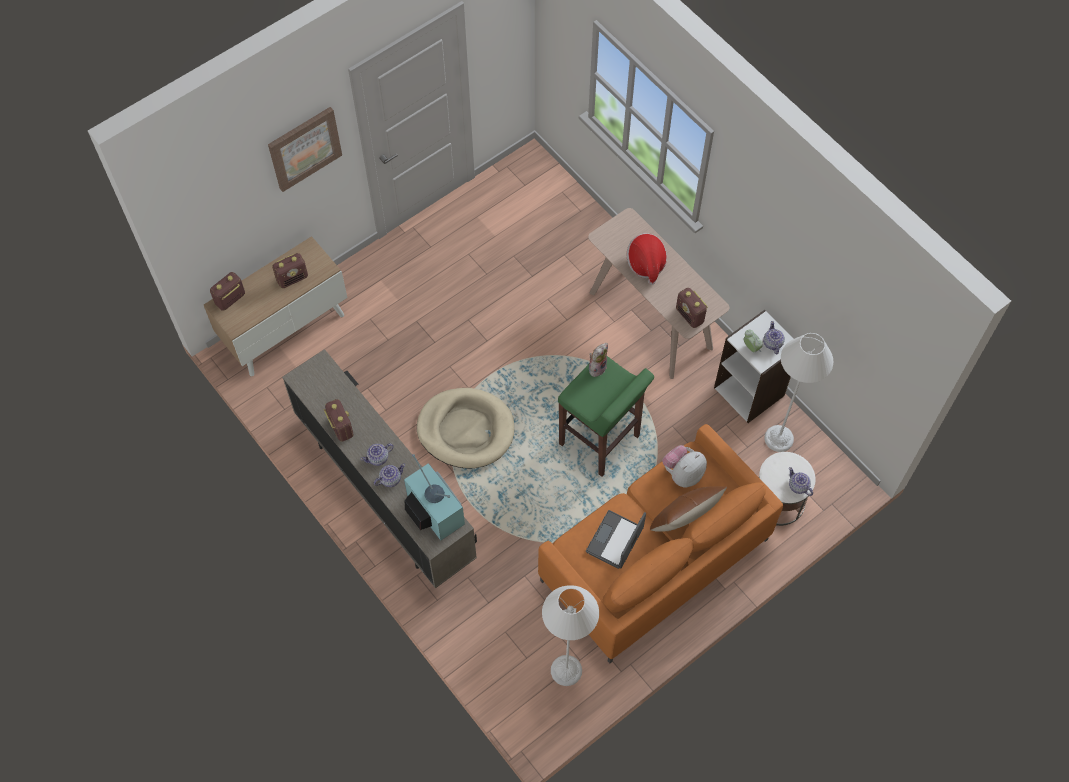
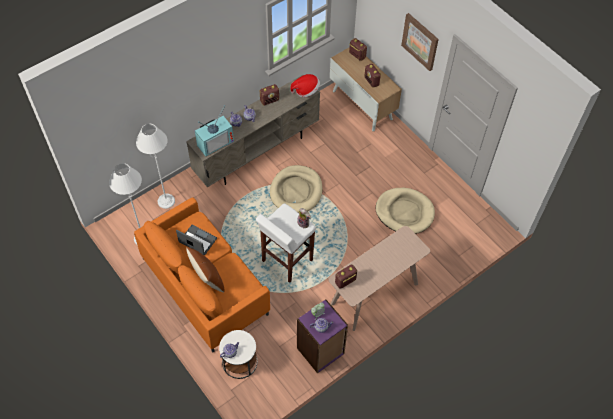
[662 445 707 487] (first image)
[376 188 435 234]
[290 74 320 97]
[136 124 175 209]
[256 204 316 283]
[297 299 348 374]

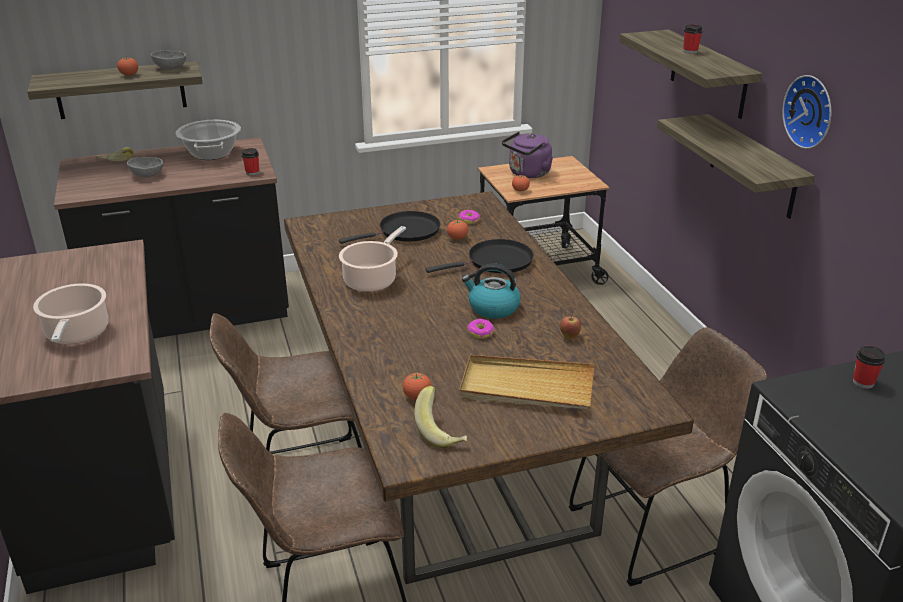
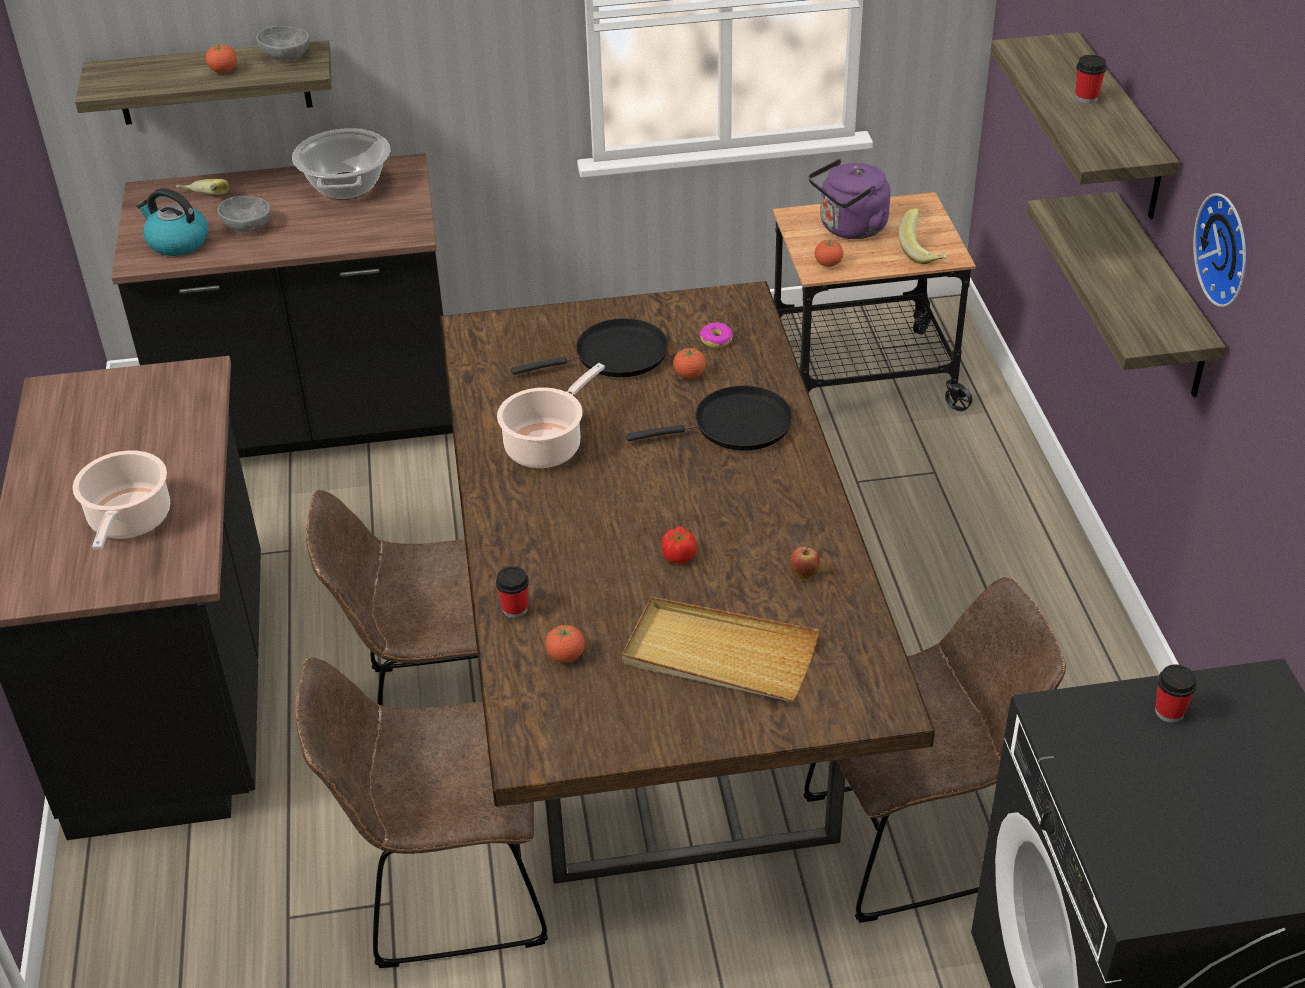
[496 566 529 618]
[899 208 947 264]
[136 188 208 256]
[662 526 697 564]

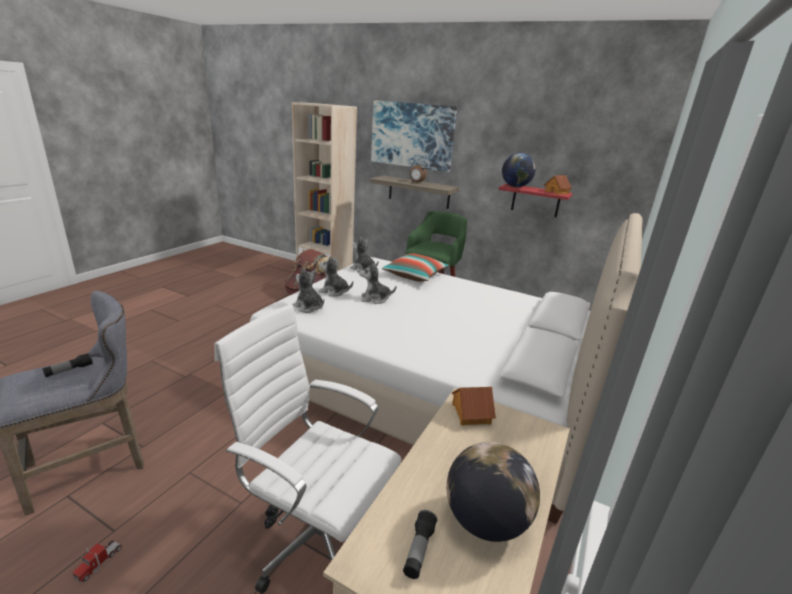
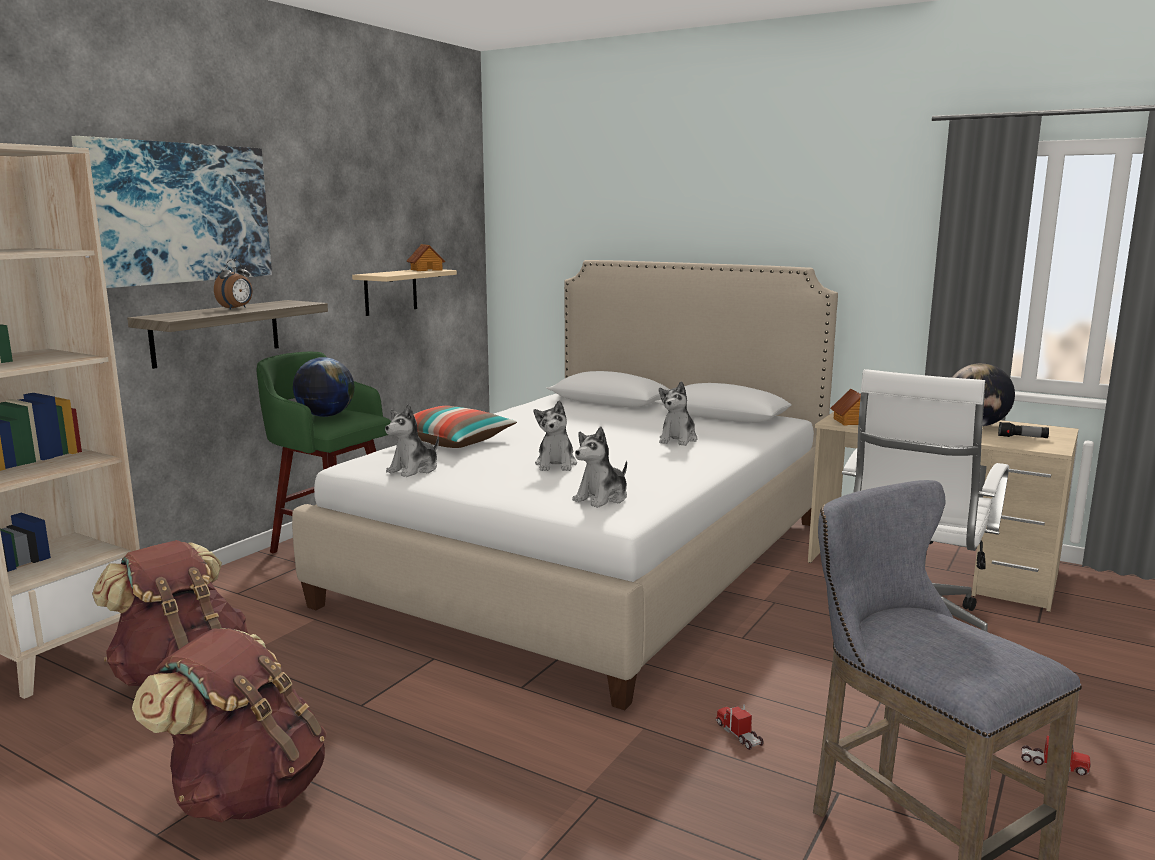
[42 353 93 377] (first image)
[132 628 327 823]
[716 704 764 750]
[659 381 697 446]
[293 357 354 417]
[352 269 457 316]

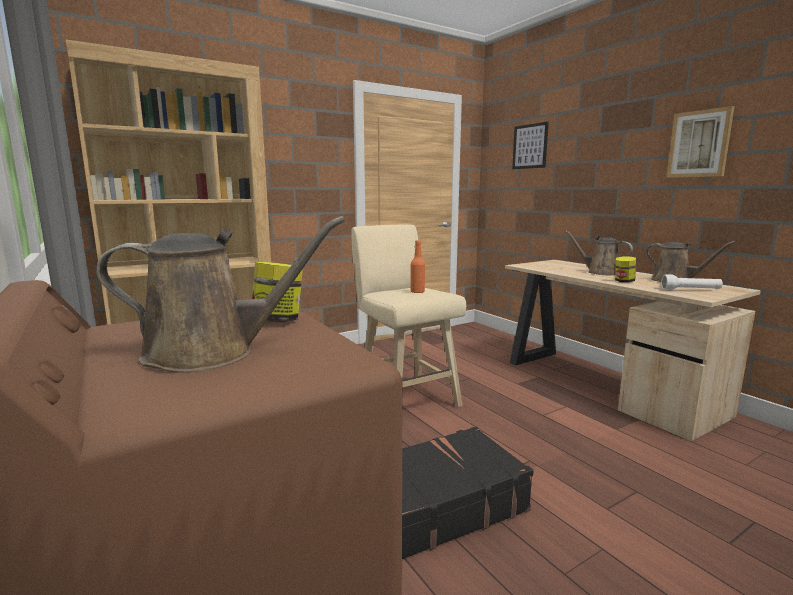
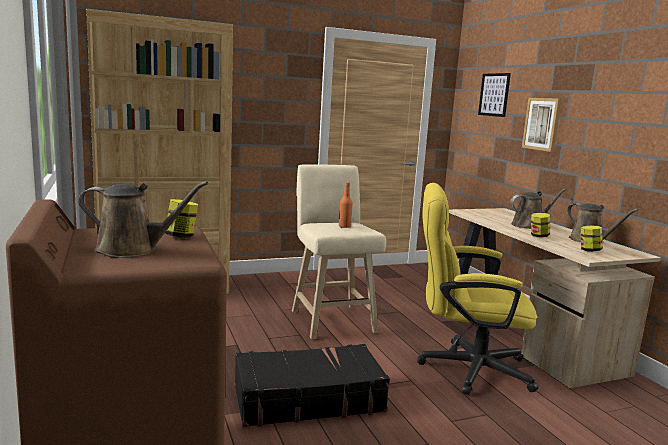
[417 183 539 395]
[522 98 562 152]
[581 226 603 251]
[510 189 567 229]

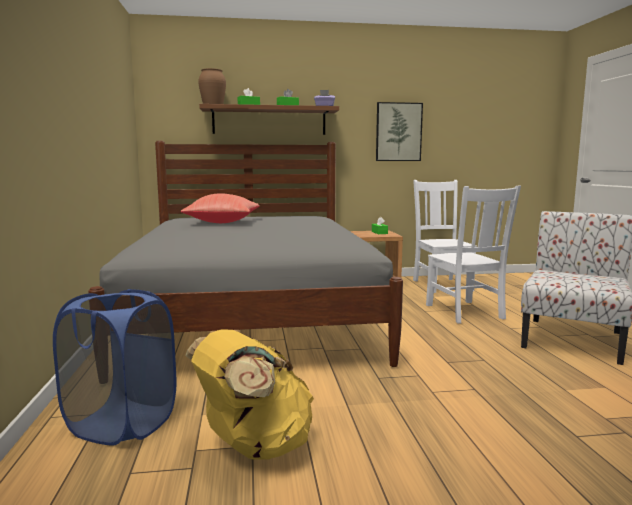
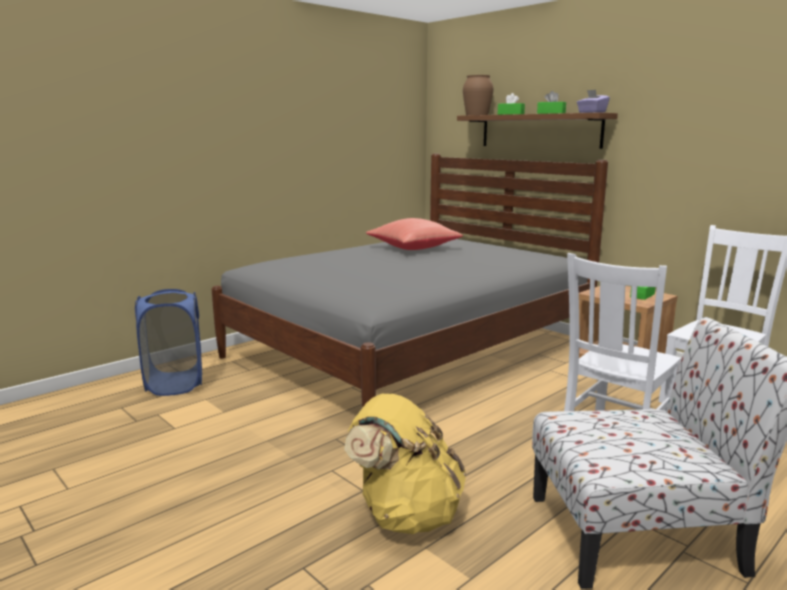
[376 102 423 161] (first image)
[344 394 466 534]

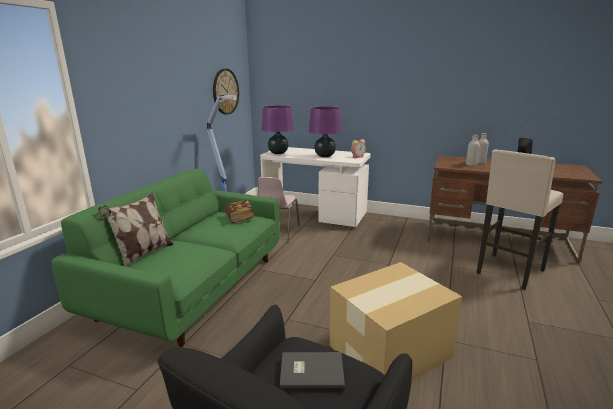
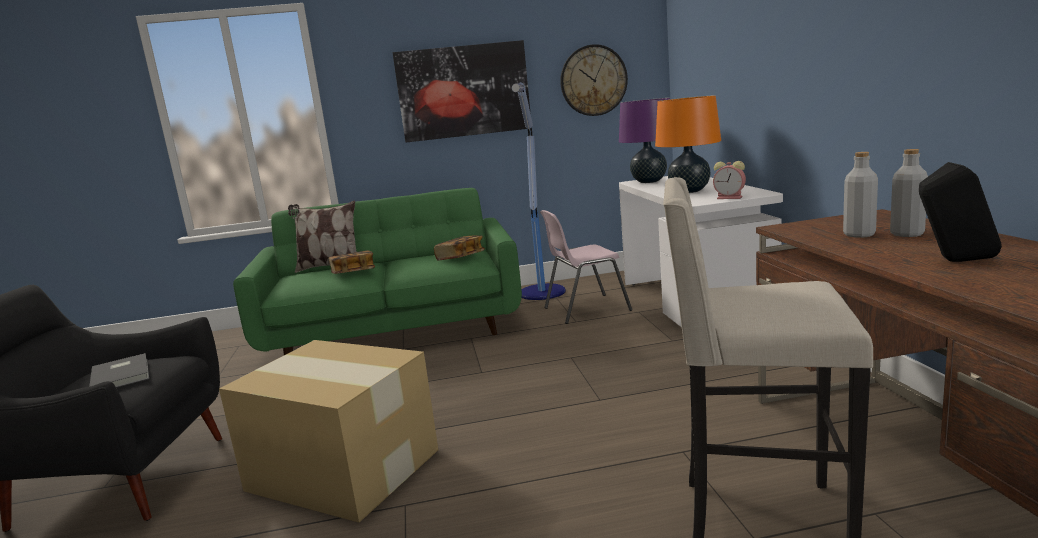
[328 250 375 274]
[393 40 531 142]
[655 95 721 193]

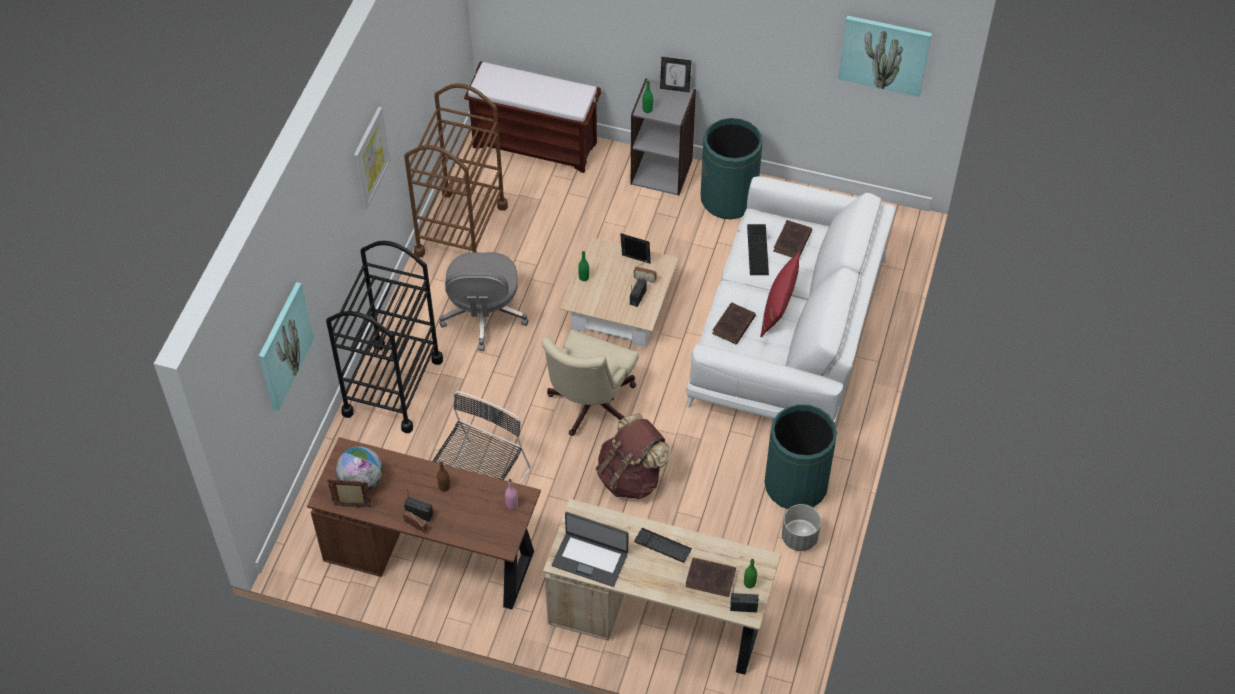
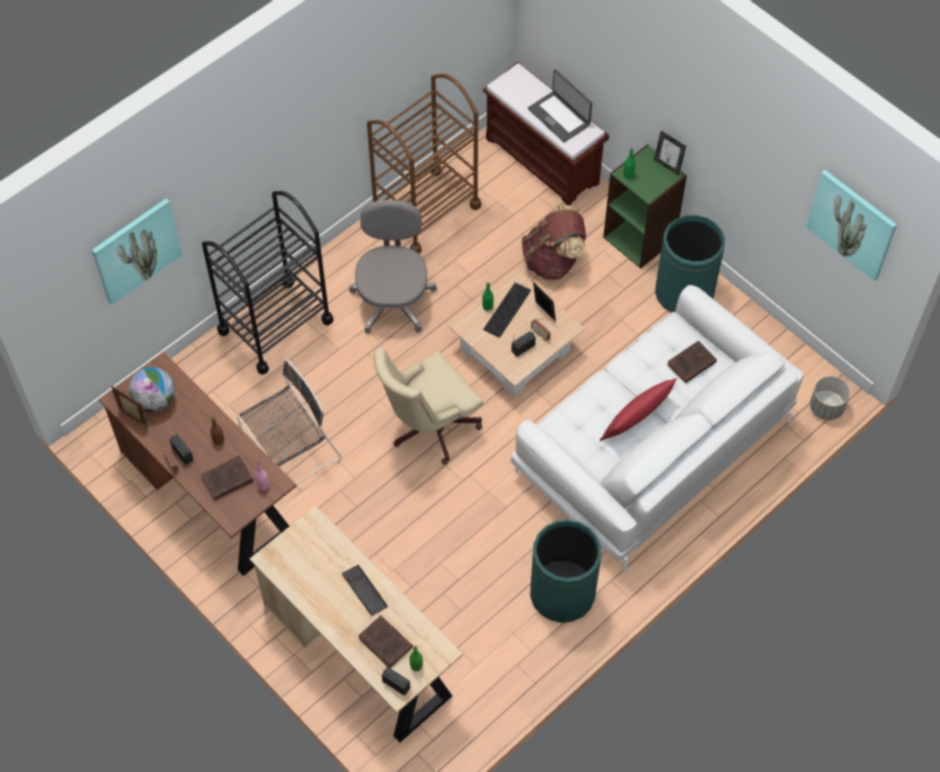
[354 107 390 210] (first image)
[528 69 592 142]
[522 205 586 280]
[201 455 253 500]
[483 282 531 338]
[810 376 850 420]
[603 144 687 269]
[349 200 437 334]

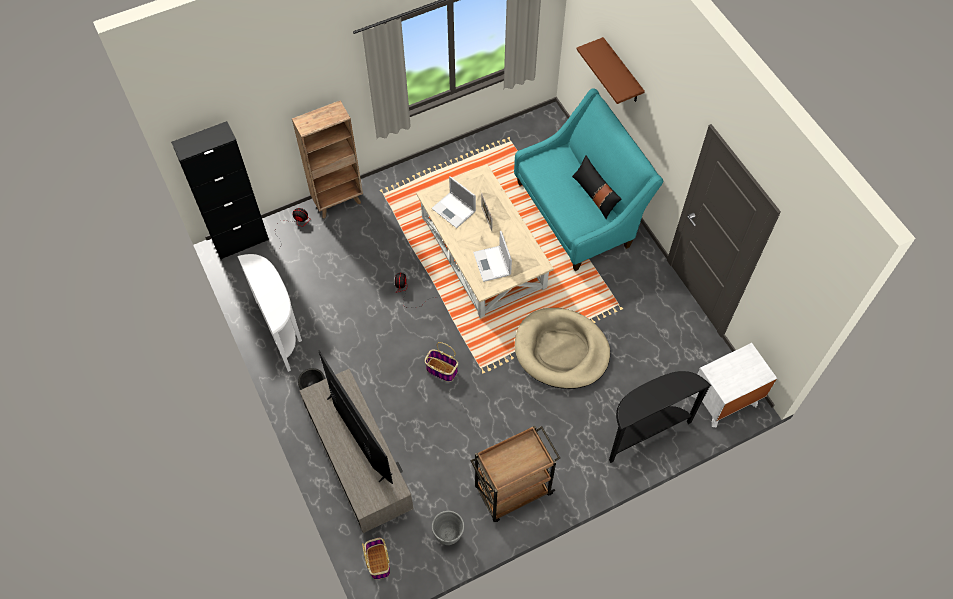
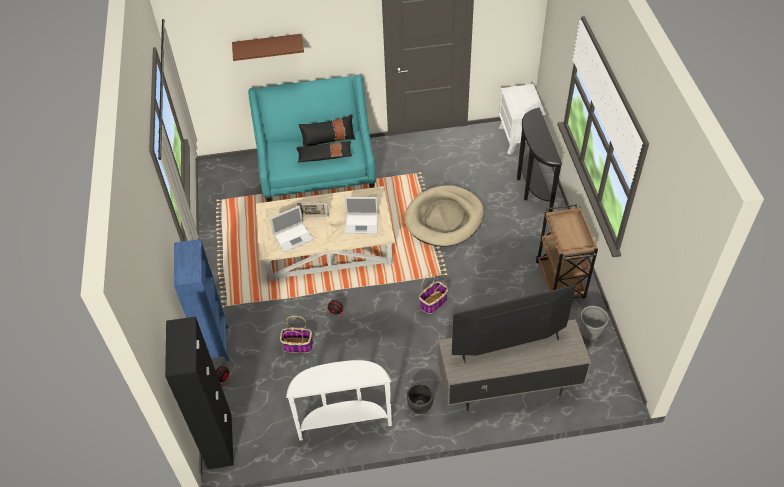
[297 141 352 163]
[280 316 313 353]
[174 239 230 362]

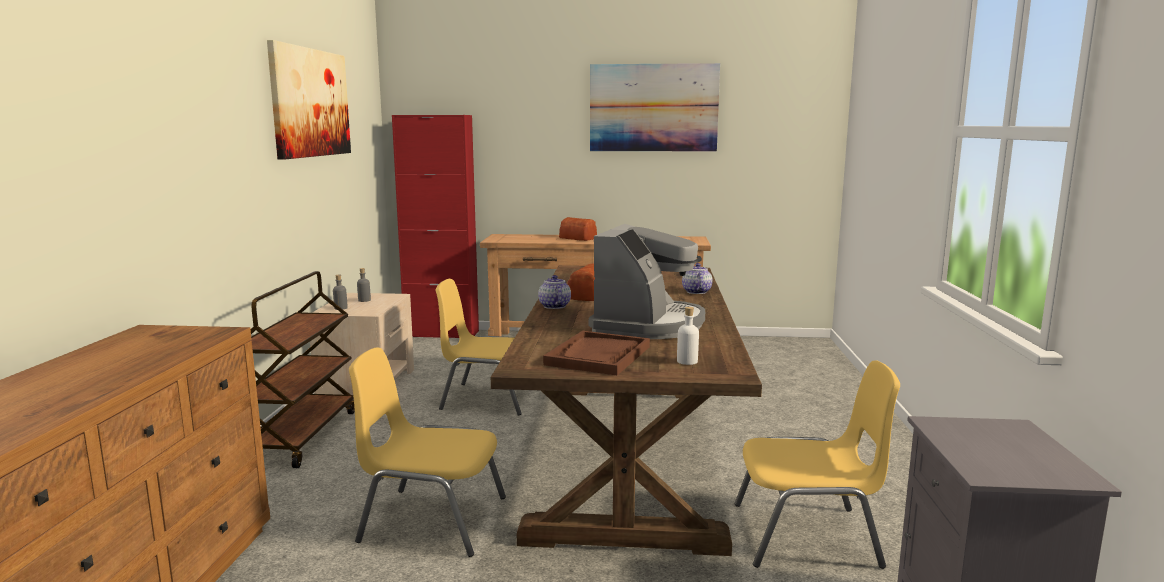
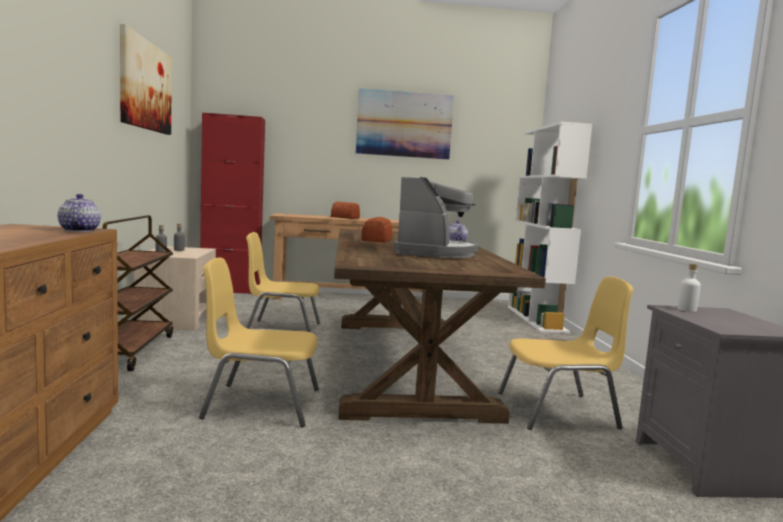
[543 331 650 375] (first image)
[508 122 592 333]
[57 194 101 232]
[677 263 701 312]

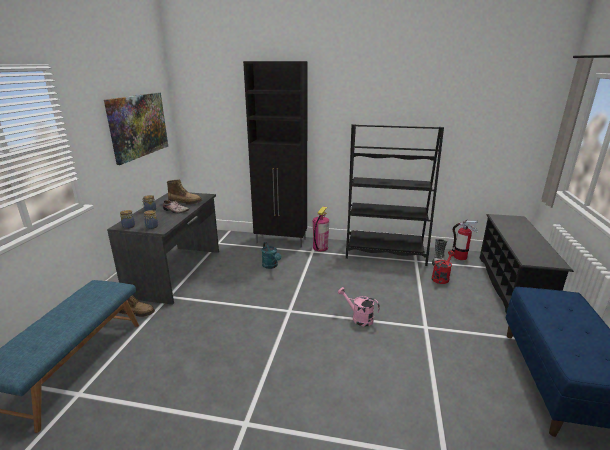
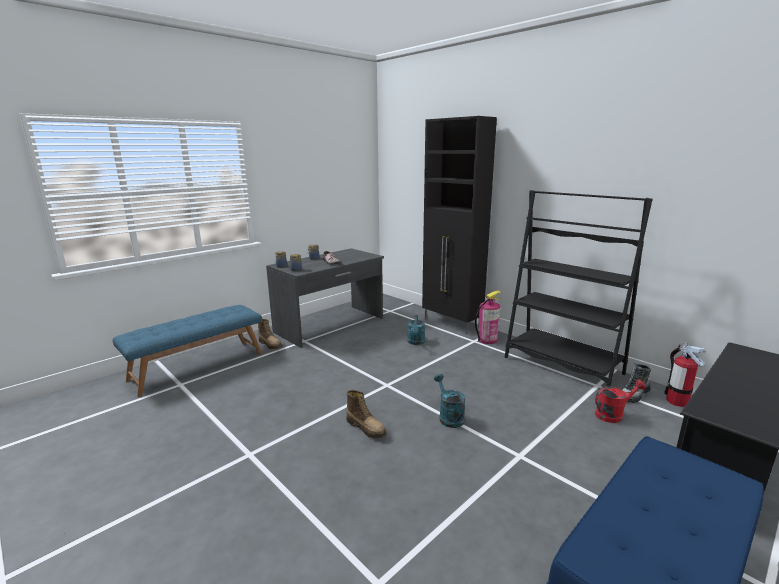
[104 93 168 165] (first image)
[346 390 387 439]
[434 374 465 428]

